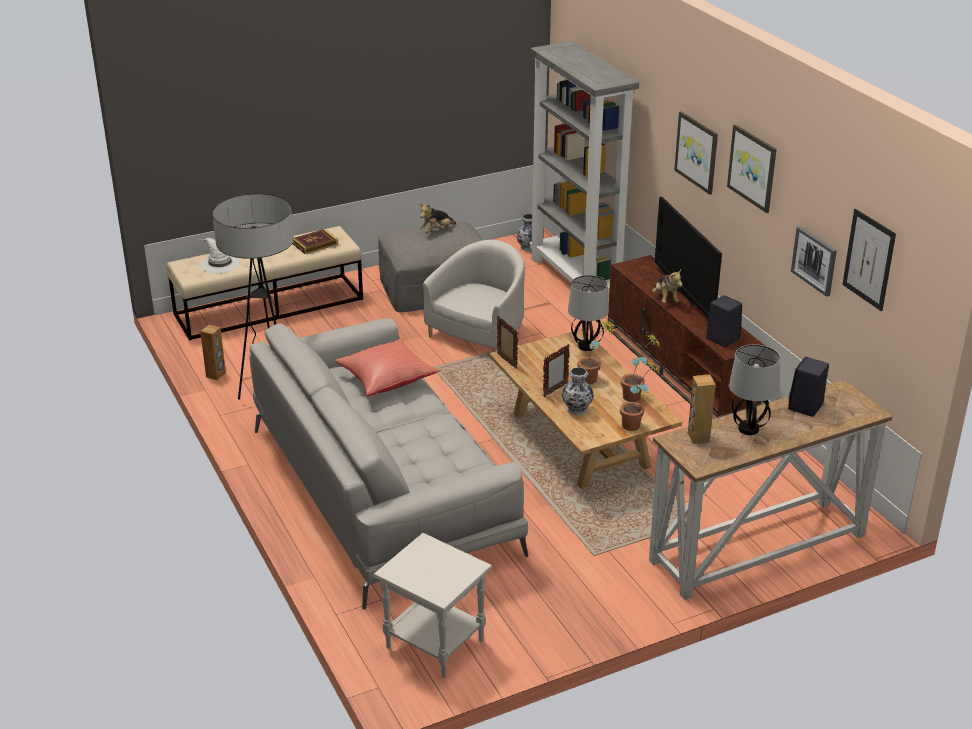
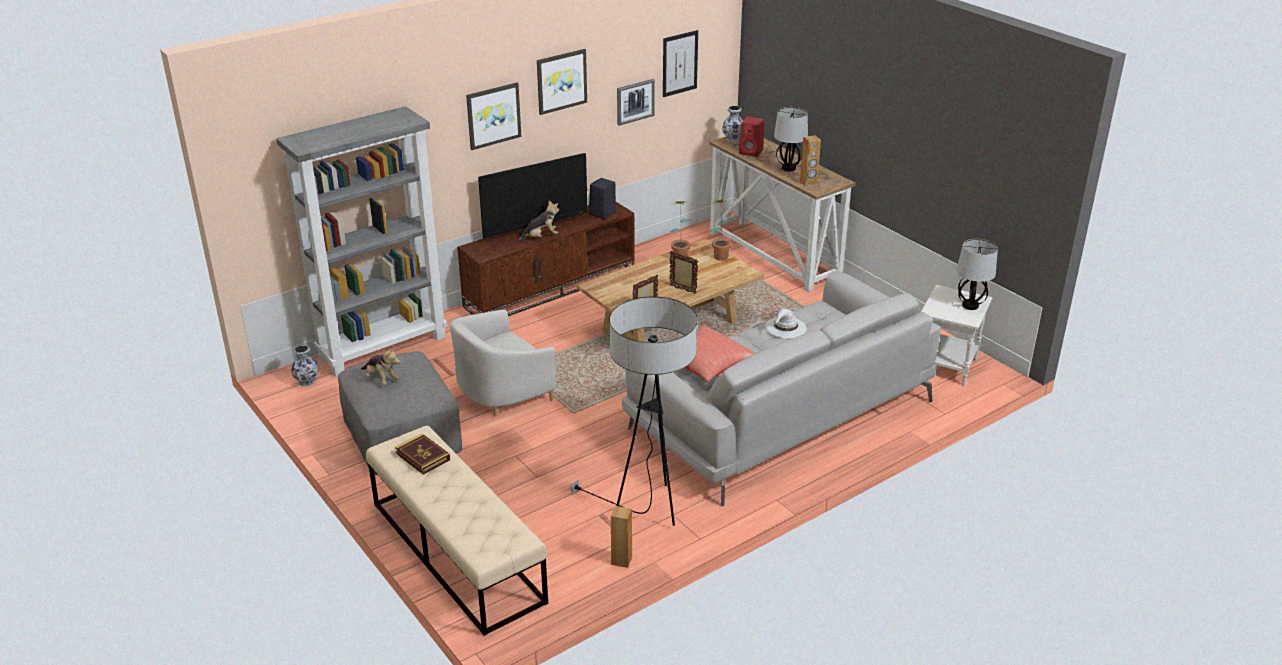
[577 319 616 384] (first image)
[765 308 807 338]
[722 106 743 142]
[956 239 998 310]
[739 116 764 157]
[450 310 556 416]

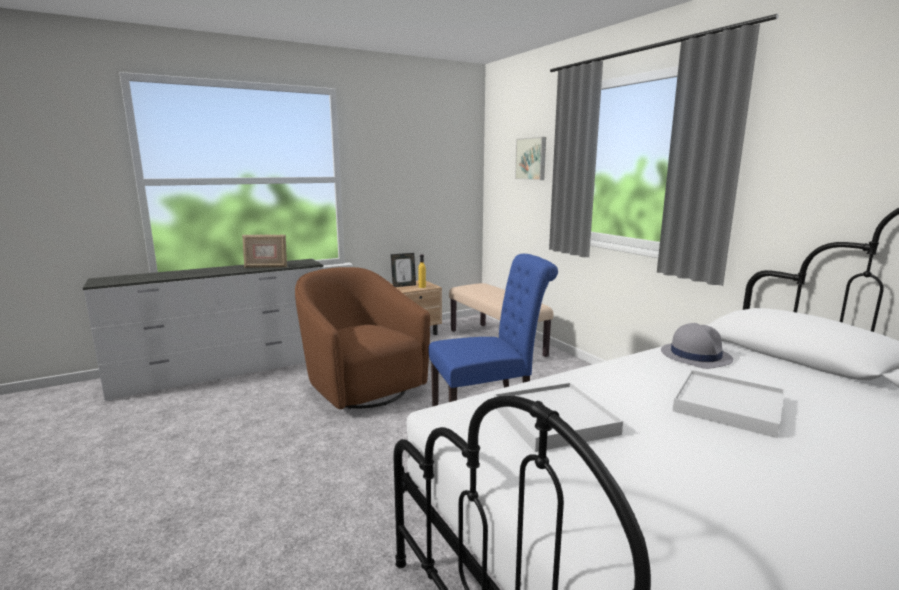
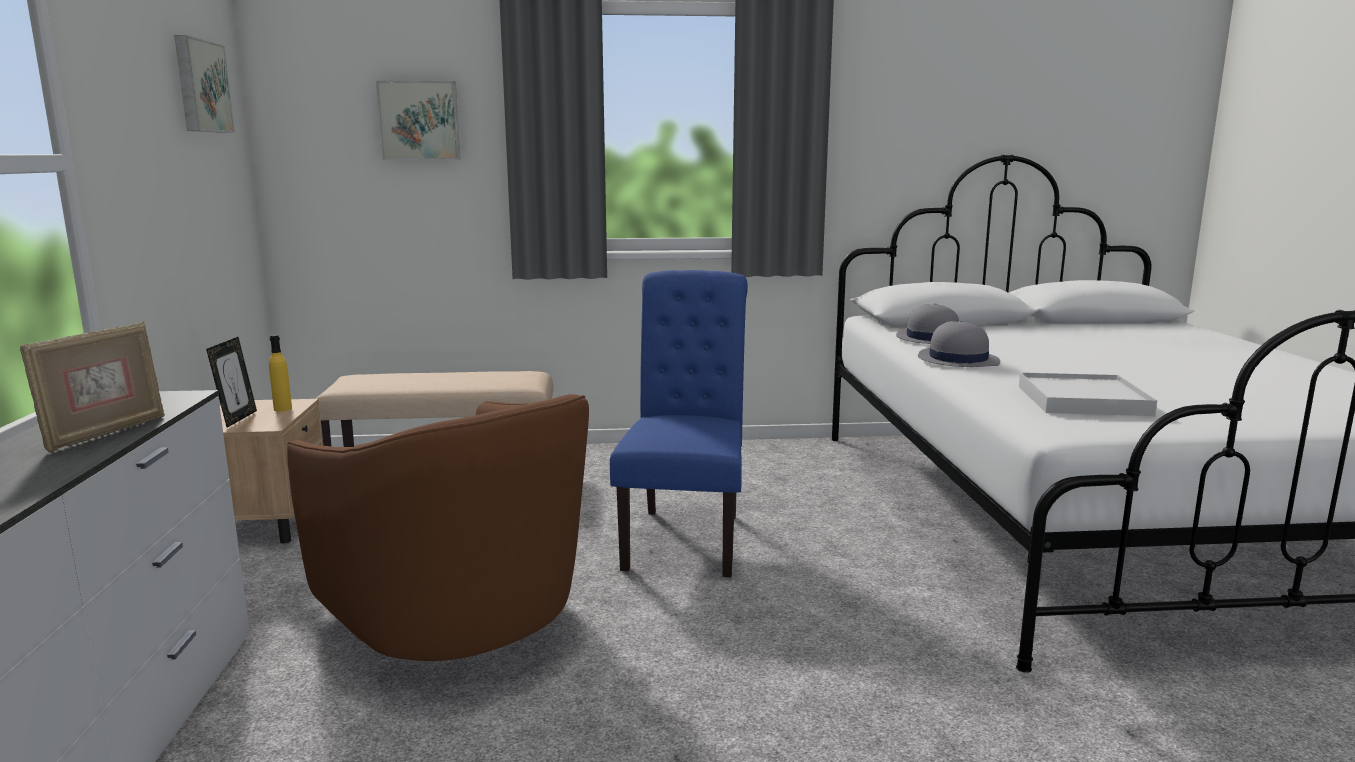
[672 370 785 438] (first image)
[174 35 235 133]
[918 321 1000 367]
[287 394 589 661]

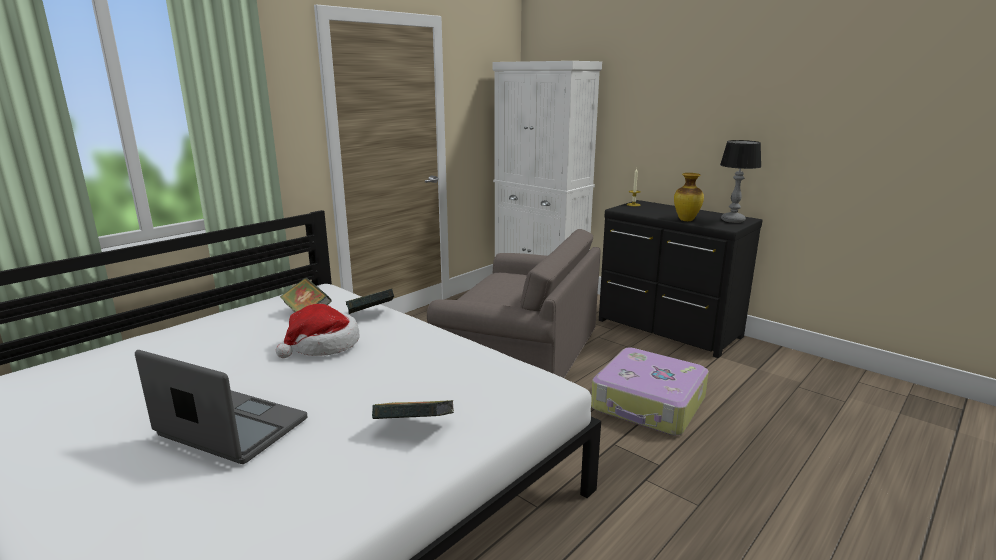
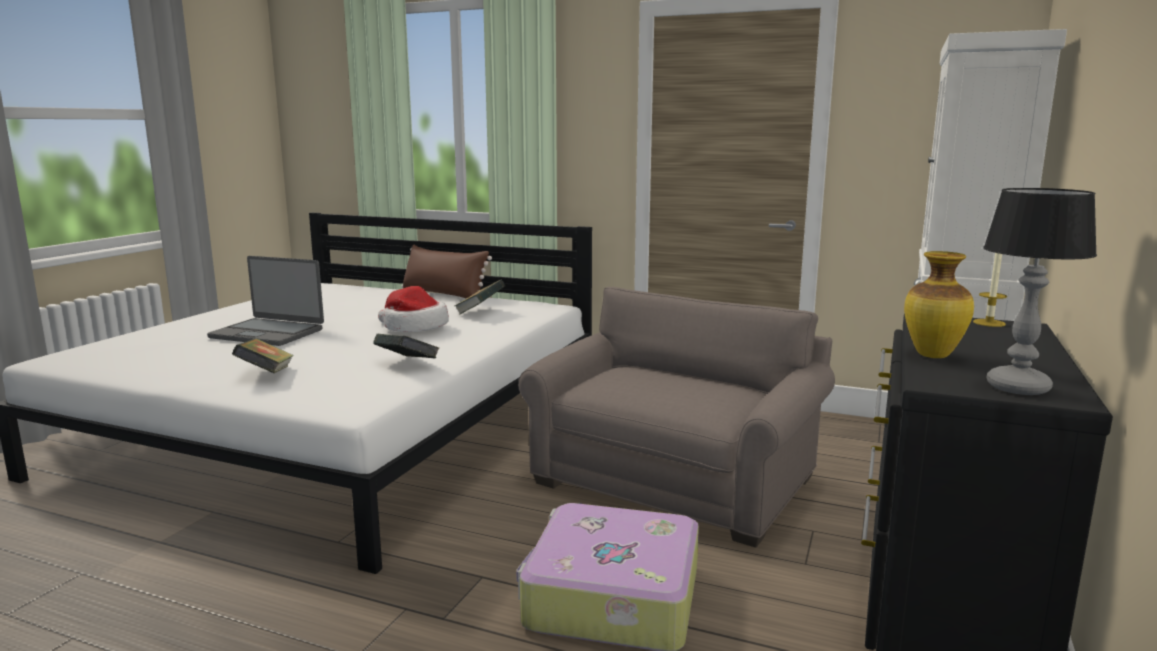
[401 245 492 299]
[373 334 439 358]
[207 256 324 346]
[518 287 835 547]

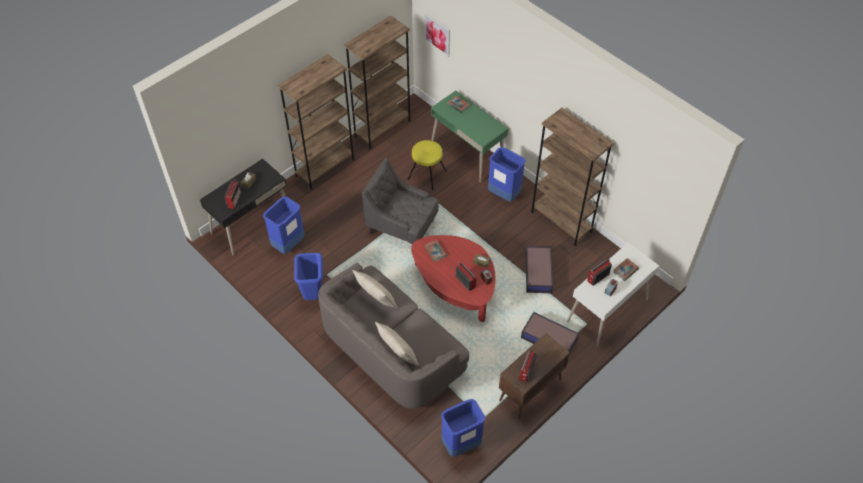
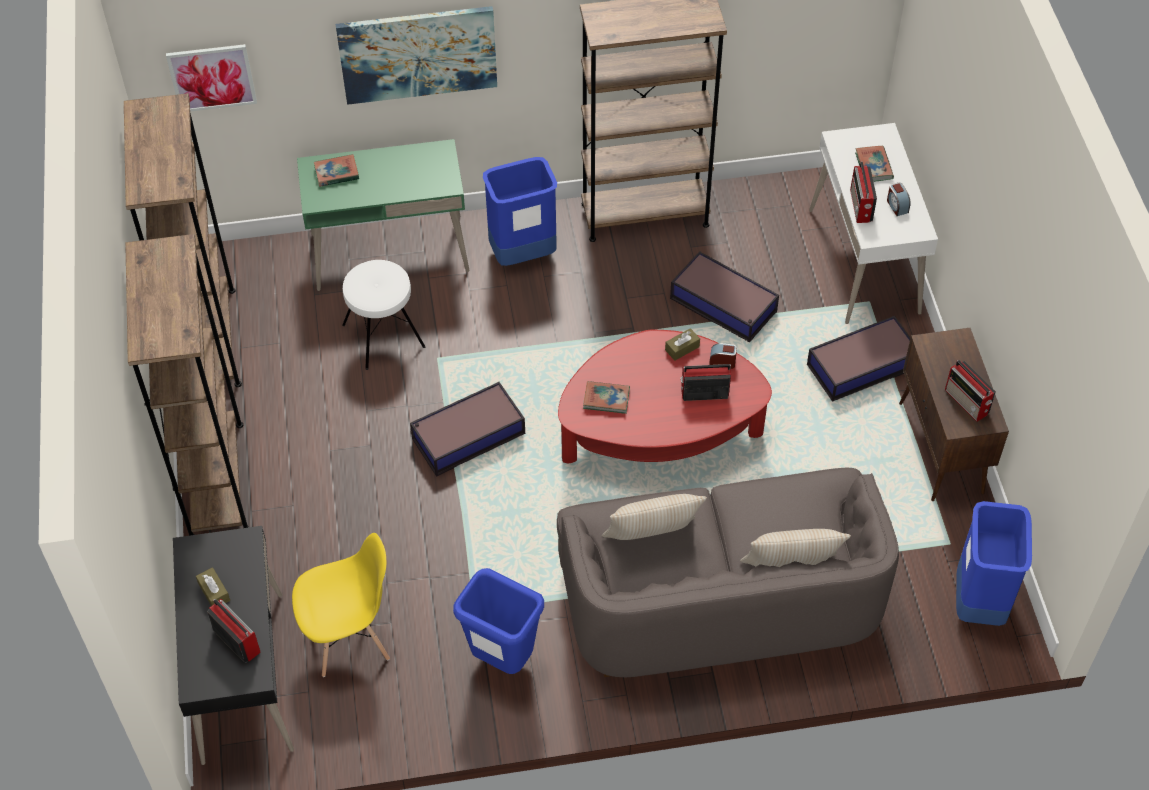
[336 6 497 105]
[292 533 390 677]
[410 382 525 477]
[342 260 426 370]

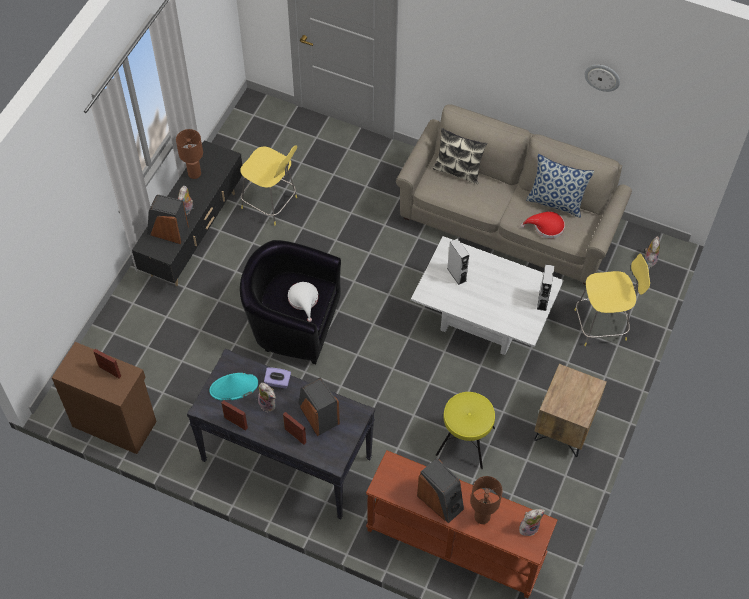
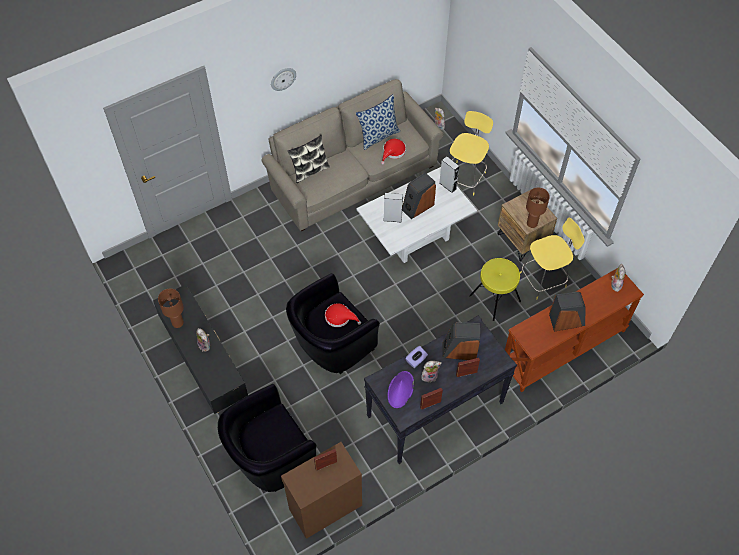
[218 384 317 492]
[402 172 436 219]
[520 218 585 299]
[526 188 550 228]
[271 68 296 91]
[388 371 414 408]
[325 303 361 327]

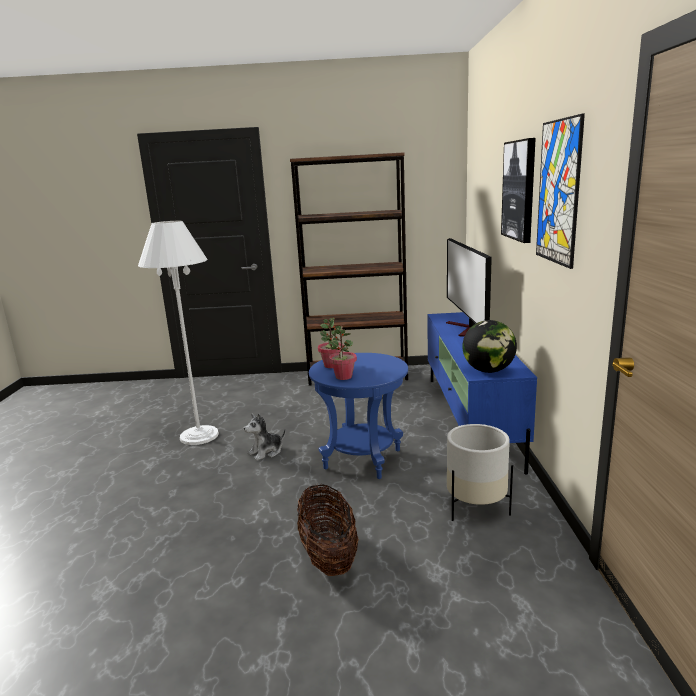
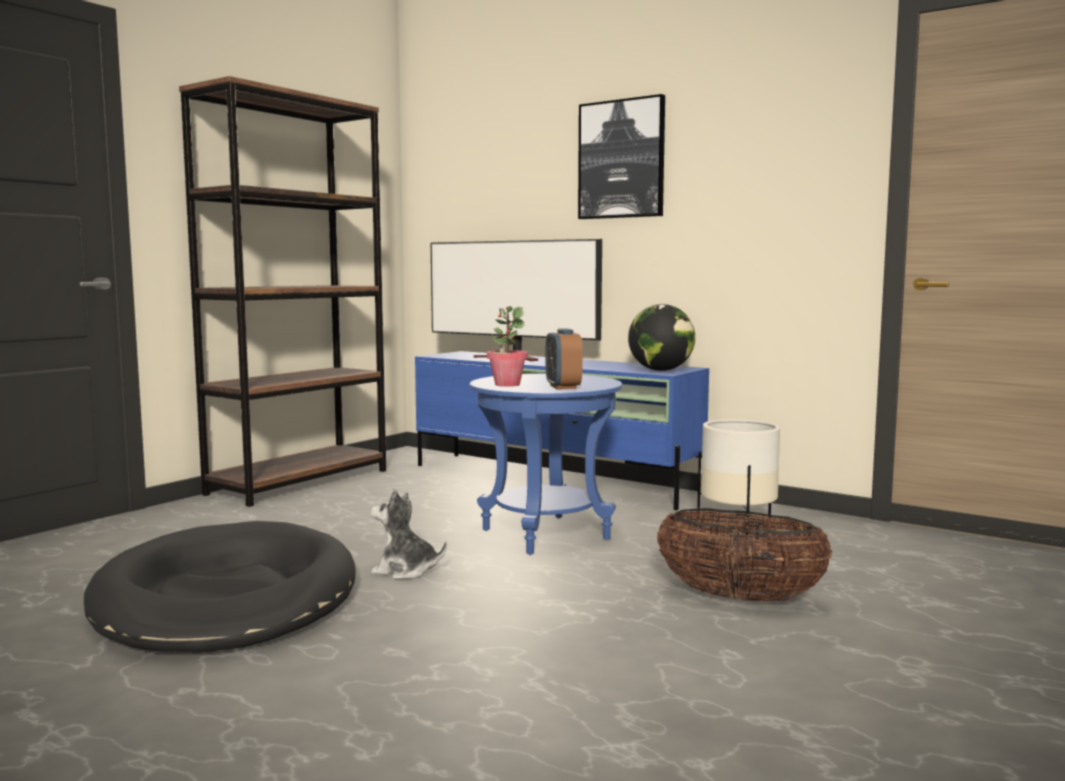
[536 113 585 269] (first image)
[83 521 356 652]
[546 329 583 389]
[371 489 447 579]

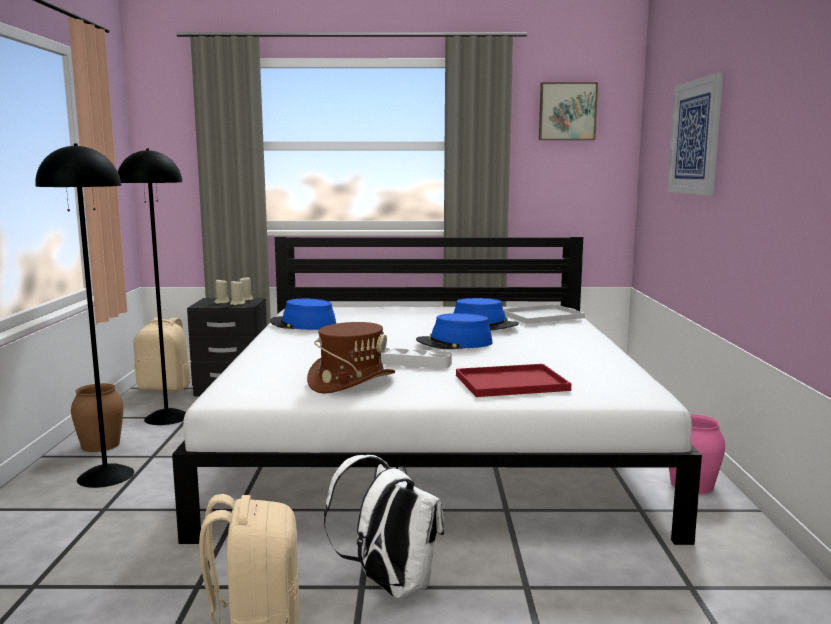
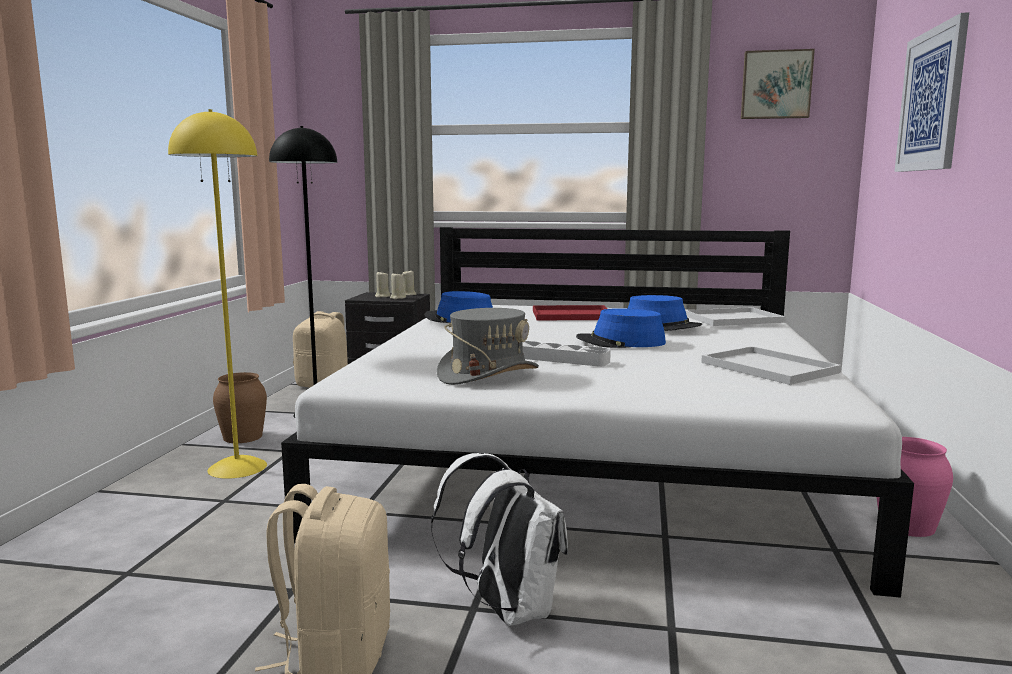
[701 346 841 385]
[533 305 607 320]
[168 109 267 479]
[437 308 539 385]

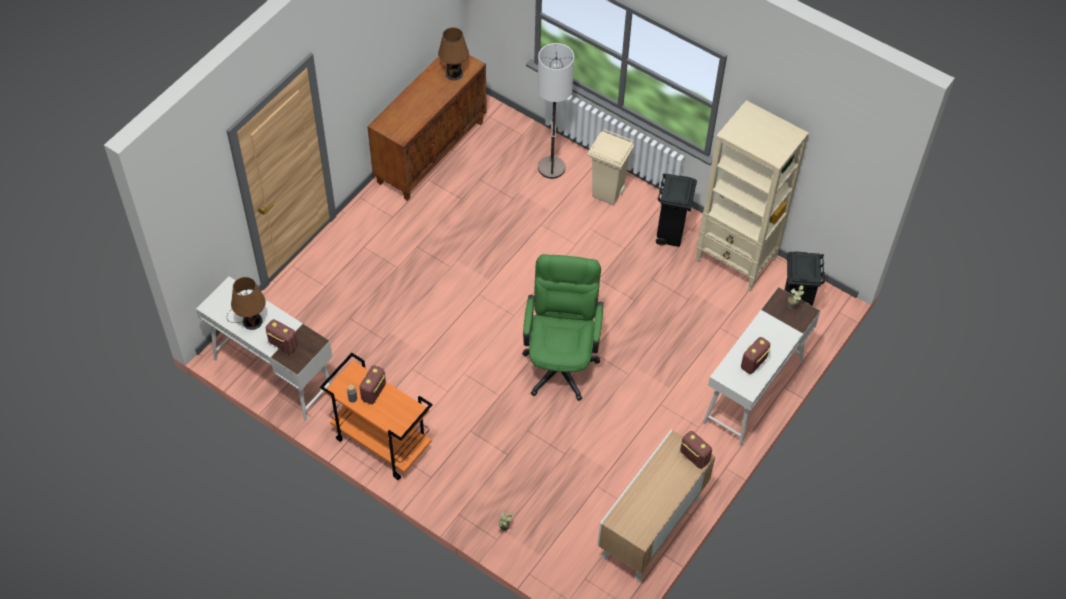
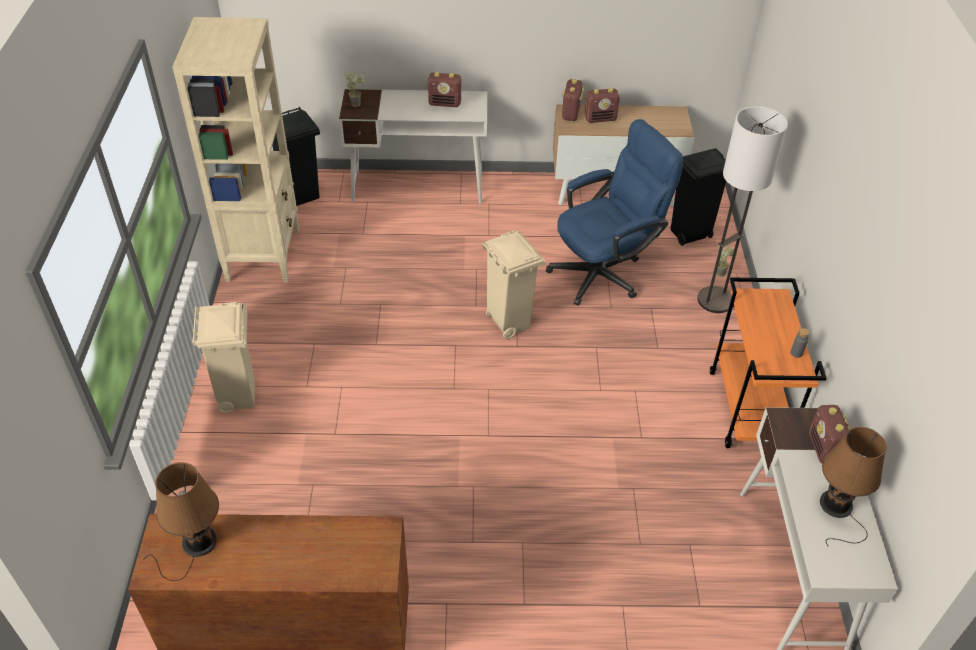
[546 119 684 306]
[584 88 620 123]
[697 106 788 313]
[671 148 726 246]
[482 230 546 339]

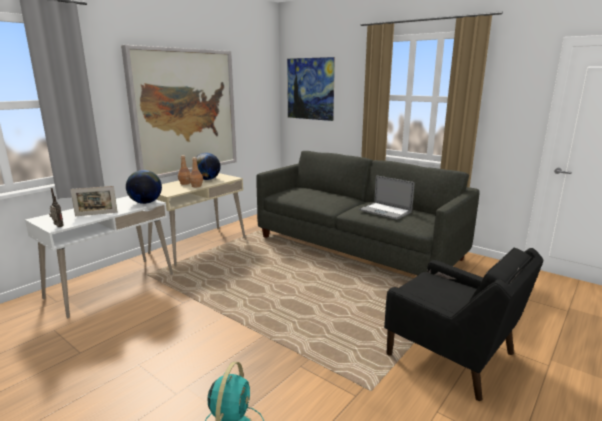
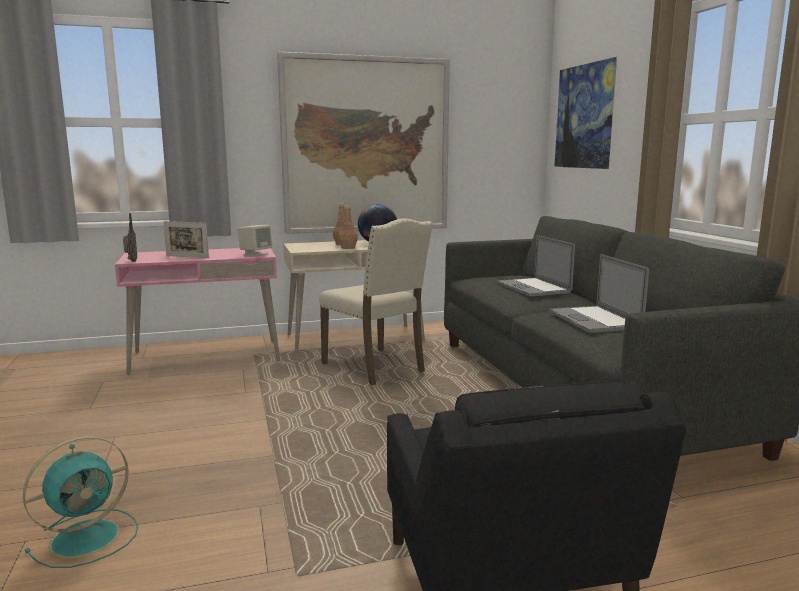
[319 218 433 385]
[496 235 575 296]
[238 225 272 257]
[115 248 280 375]

